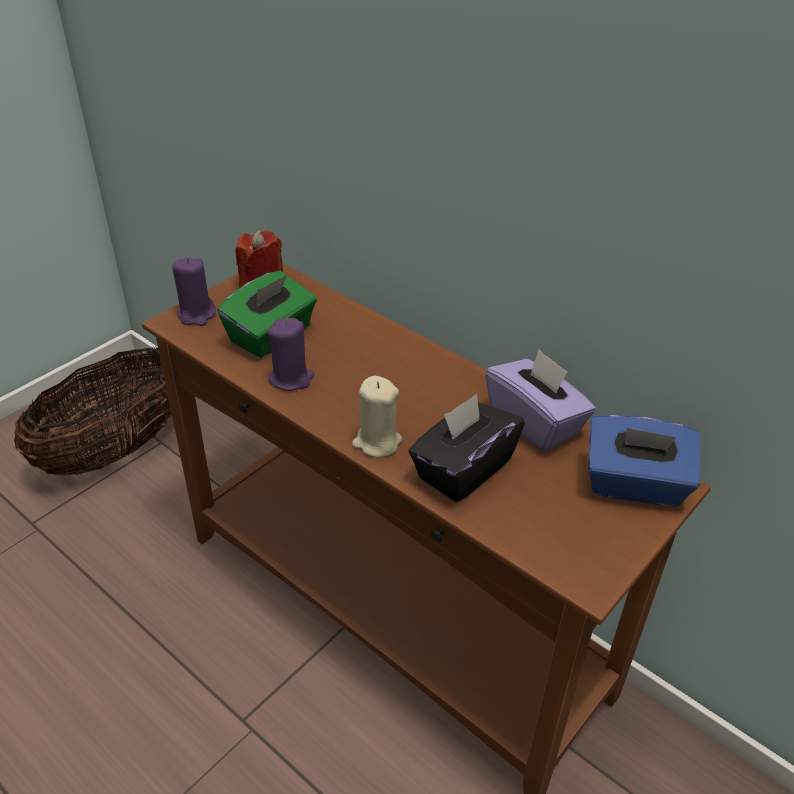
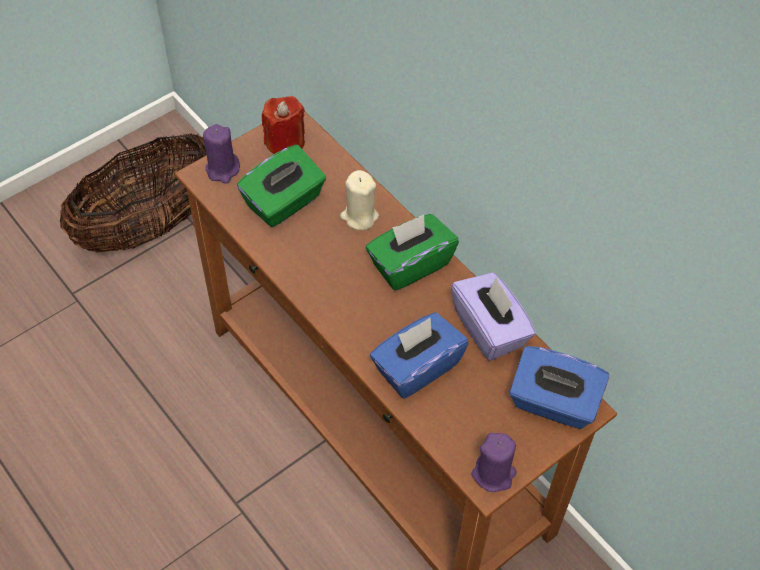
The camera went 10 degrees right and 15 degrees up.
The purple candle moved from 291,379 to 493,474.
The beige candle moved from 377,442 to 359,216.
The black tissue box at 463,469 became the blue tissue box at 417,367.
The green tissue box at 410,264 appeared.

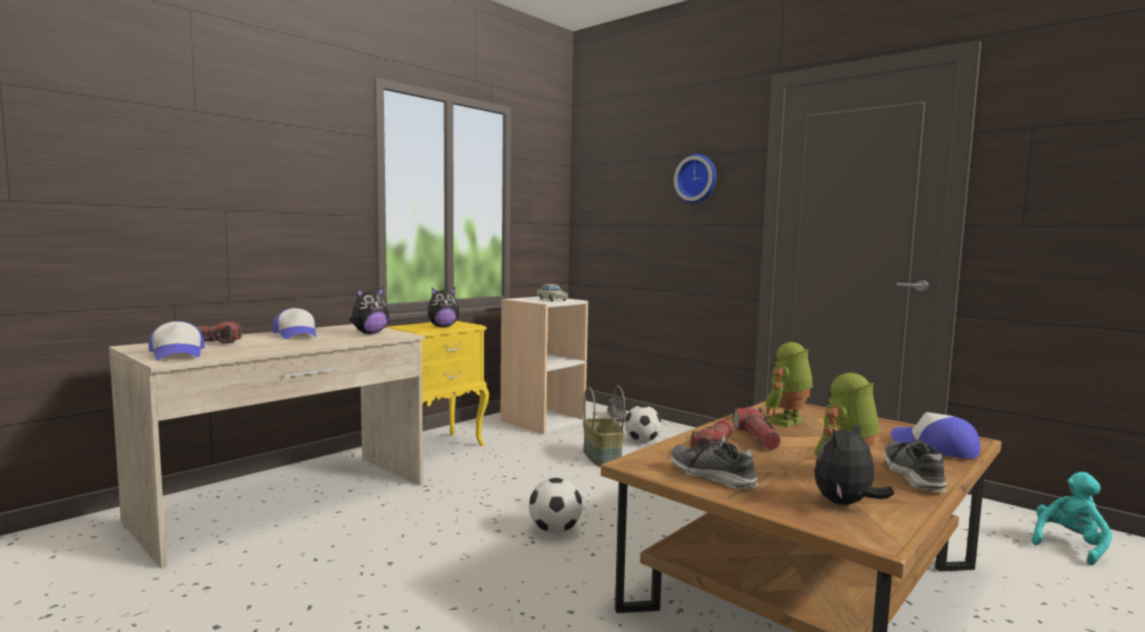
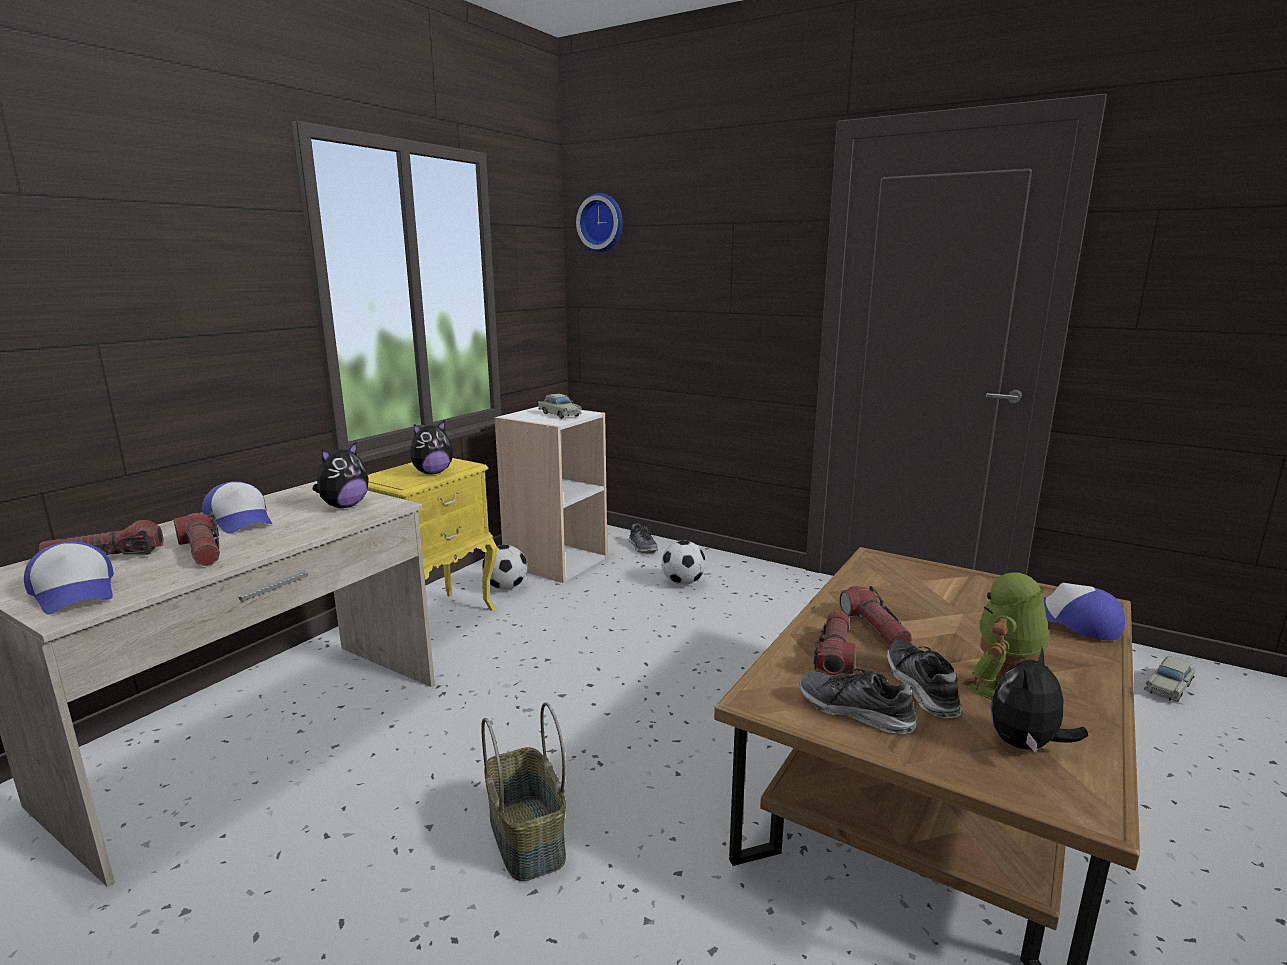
The camera went 10 degrees left and 10 degrees up.
The wall clock moved from 697,179 to 602,223.
The toy robot at 787,422 disappeared.
The basket moved from 601,457 to 524,837.
The shoe moved from 912,476 to 921,687.
The turquoise plush toy at 1070,546 was replaced by the beige toy car at 1169,687.
The football moved from 555,530 to 506,587.
The flashlight at 202,551 appeared.

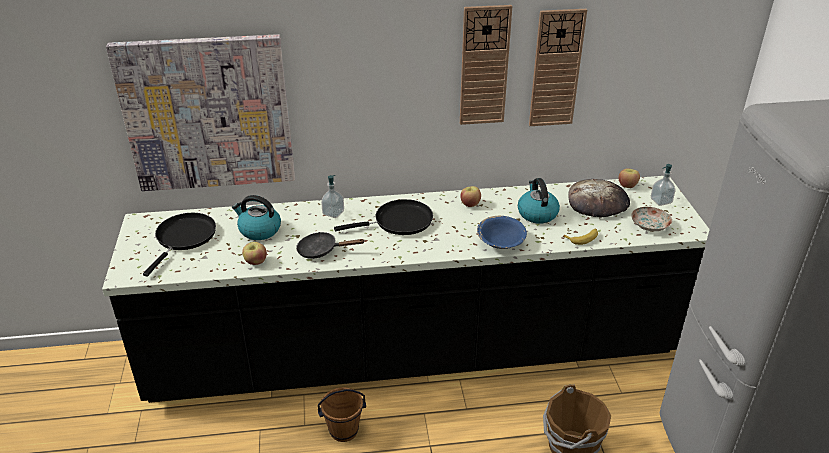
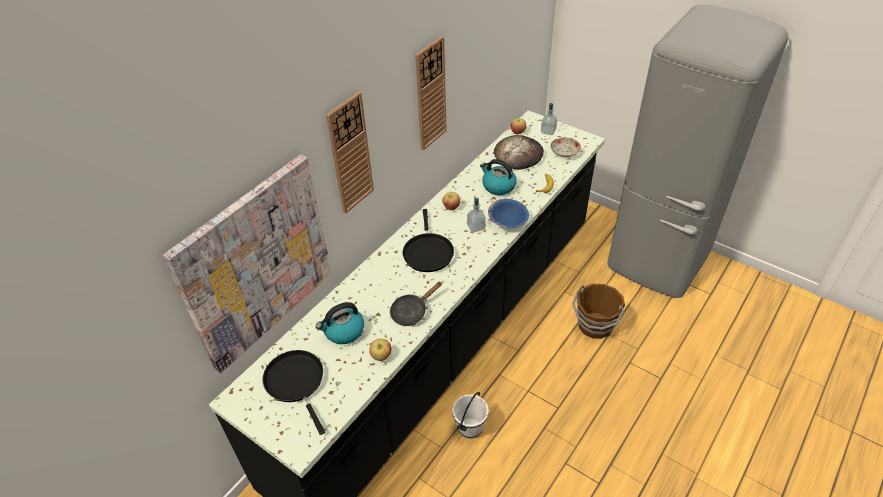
The camera went 45 degrees left and 10 degrees up.
The wall clock moved from 556,69 to 350,154.
The soap dispenser moved from 333,213 to 476,227.
The black frying pan at 399,222 turned 150 degrees clockwise.
The brown bucket at 343,430 became the white bucket at 469,428.

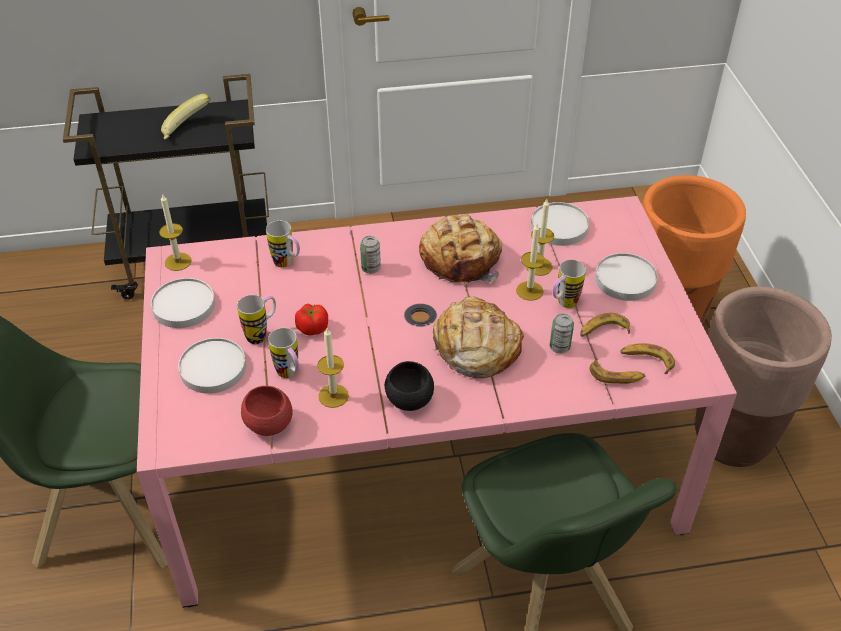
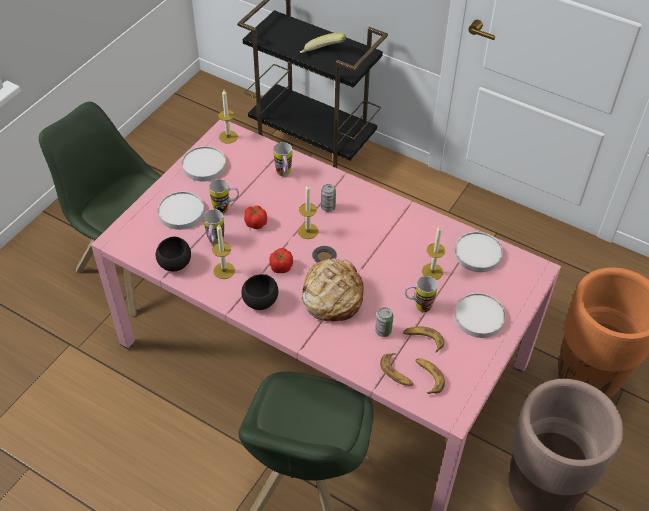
The camera went 40 degrees right and 5 degrees up.
The bread at 461,259 disappeared.
The candle moved from 529,291 to 308,231.
The red bowl at 269,424 became the black bowl at 175,263.
The tomato at 281,267 appeared.

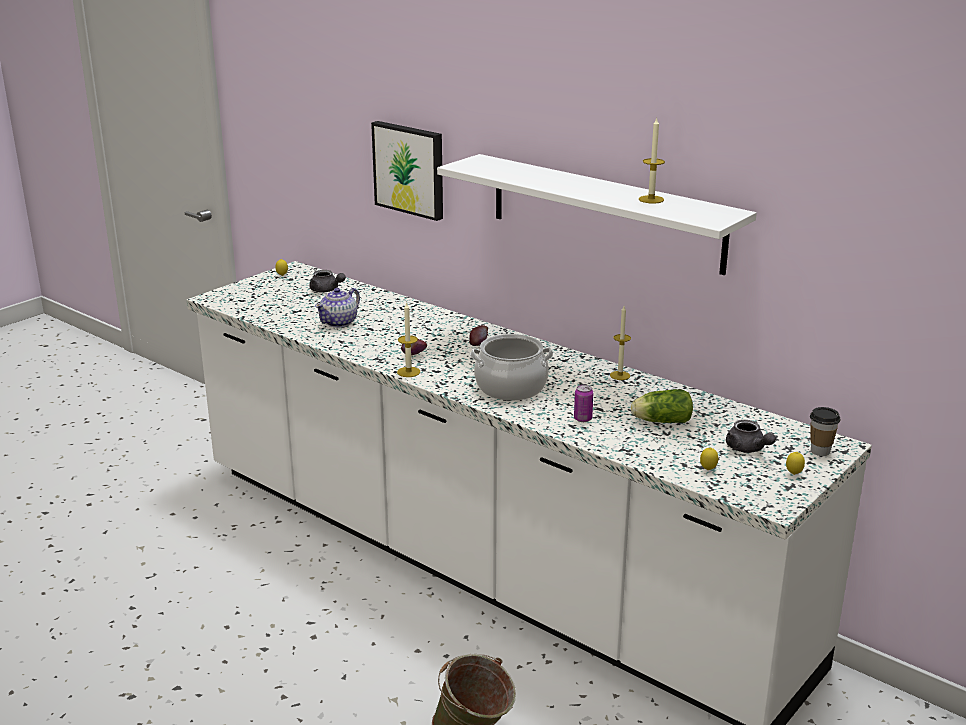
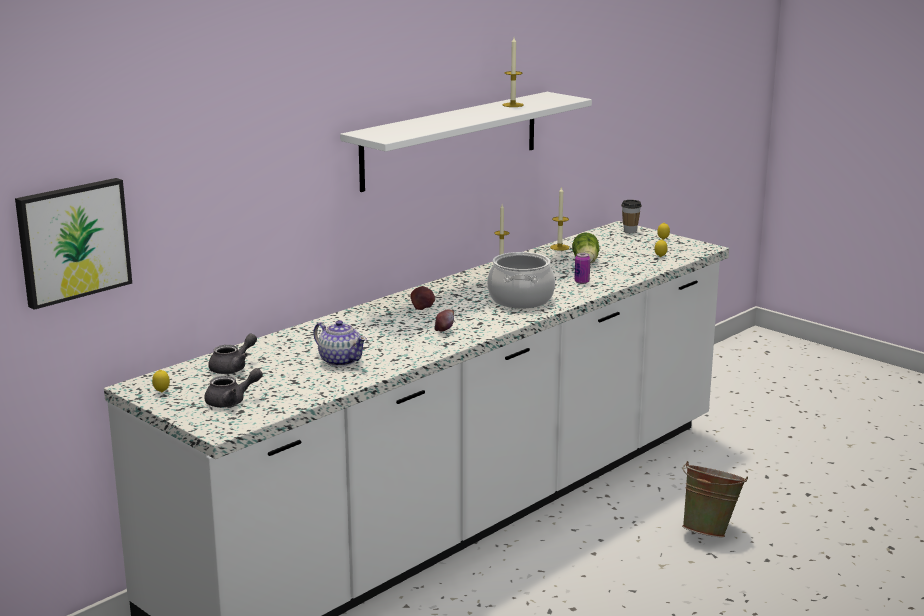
The camera went 85 degrees left and 5 degrees down.
The picture moved from 410,169 to 72,241.
The candle moved from 408,372 to 559,247.
The grey teapot moved from 747,449 to 231,401.

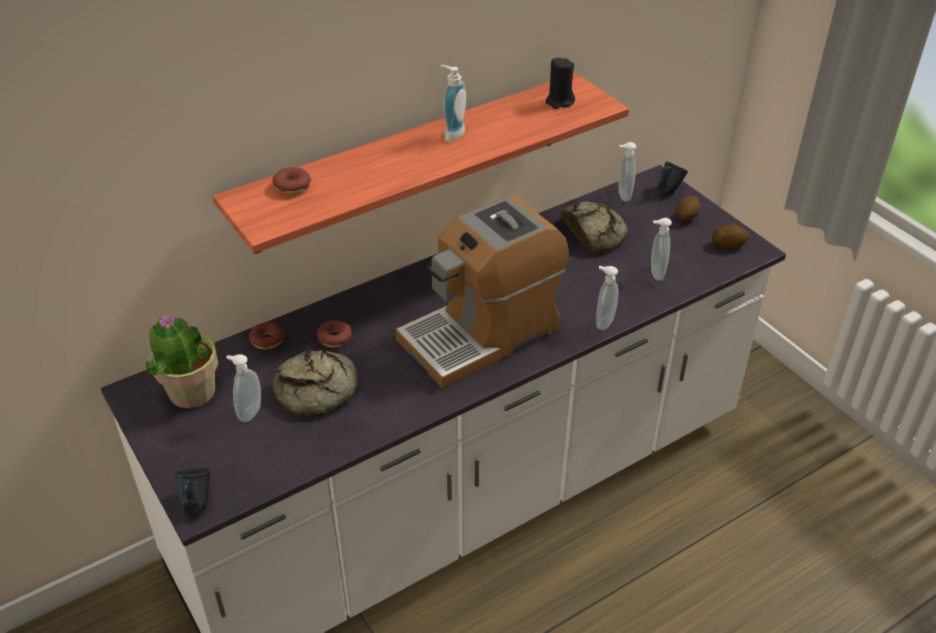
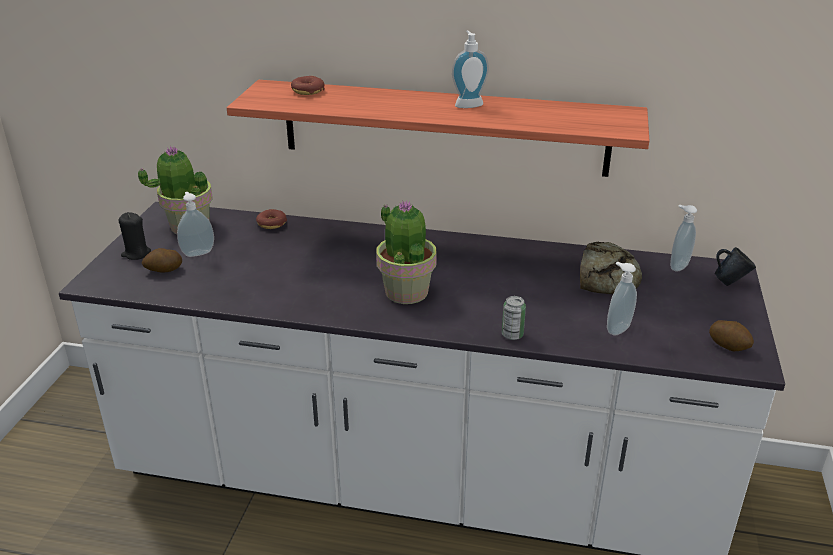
The camera went 45 degrees right and 10 degrees down.
The black candle moved from 559,101 to 136,254.
The potato moved from 686,217 to 163,270.
The coffee machine at 481,334 was replaced by the potted plant at 406,291.
The soap dispenser at 603,322 was replaced by the can at 512,335.
The donut at 334,338 disappeared.
The bread at 317,392 disappeared.
The blue mug at 197,503 disappeared.

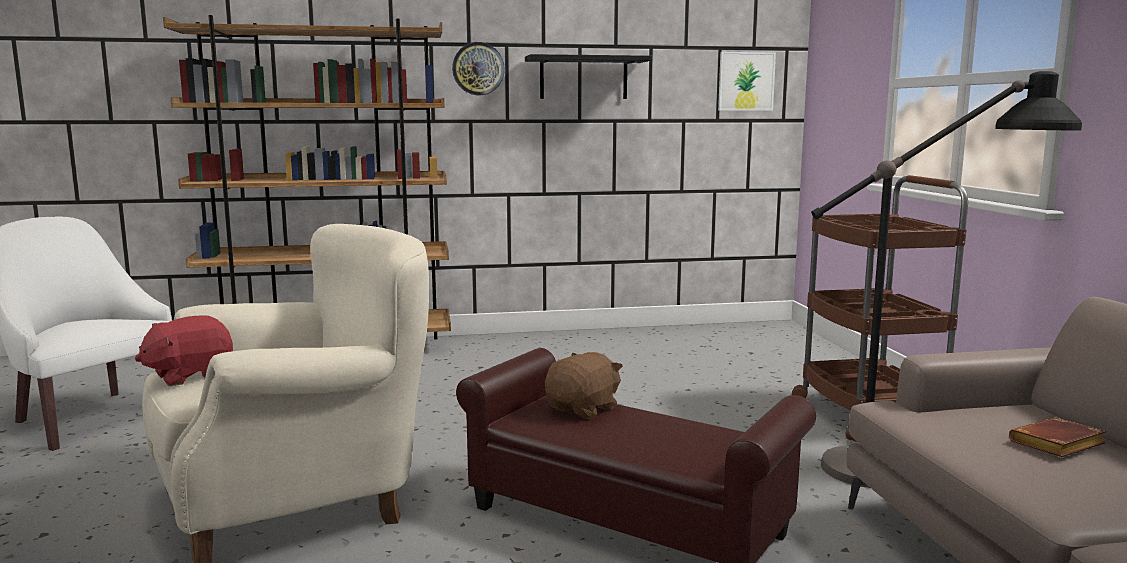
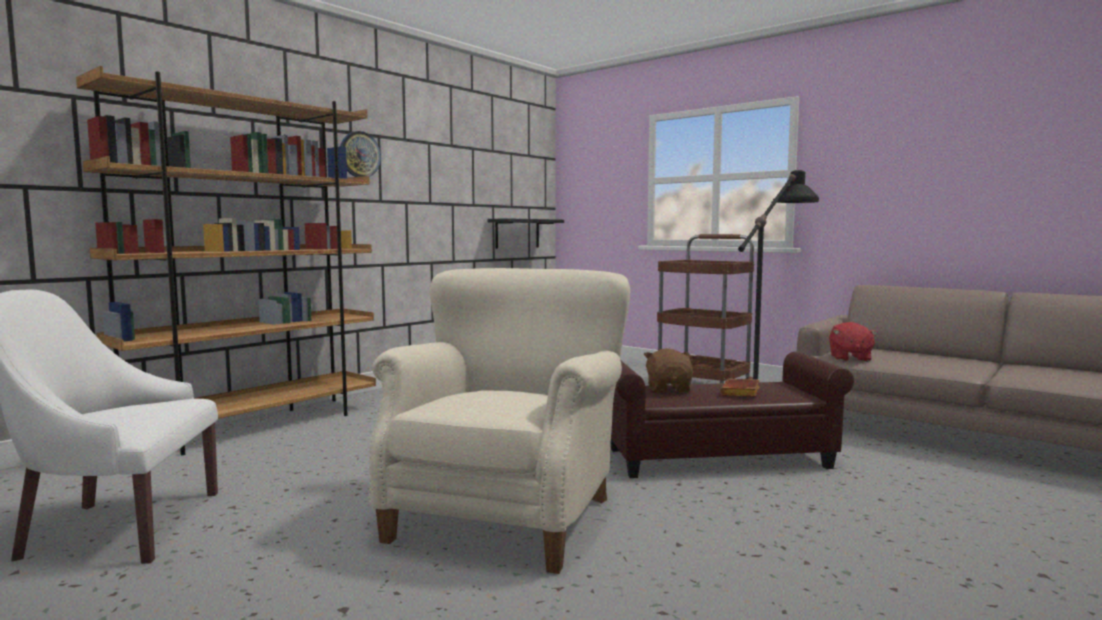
The camera went 40 degrees left and 5 degrees down.
The picture at 746,81 disappeared.
The black shelf moved from 583,78 to 517,233.
The red plush toy moved from 190,376 to 849,358.
The brown book moved from 1057,445 to 741,393.

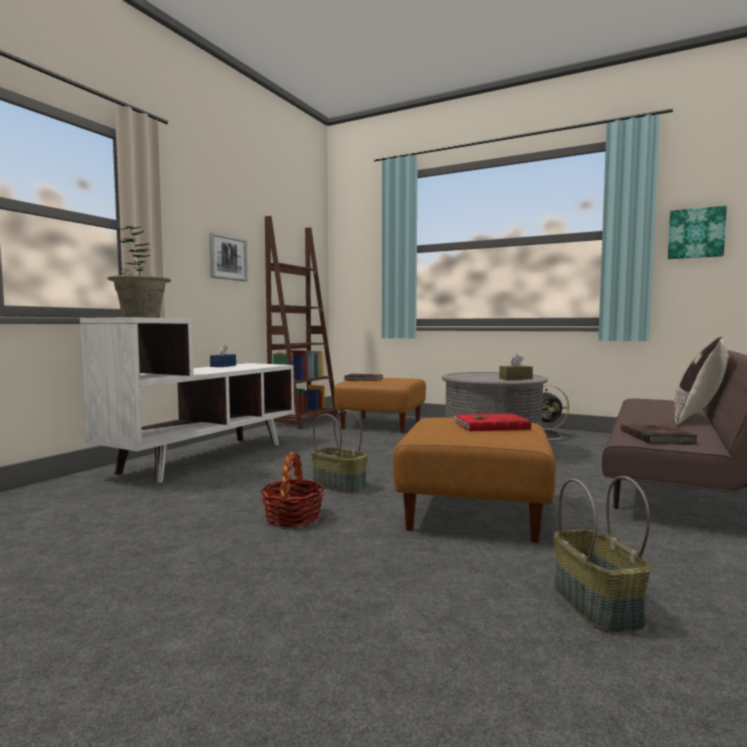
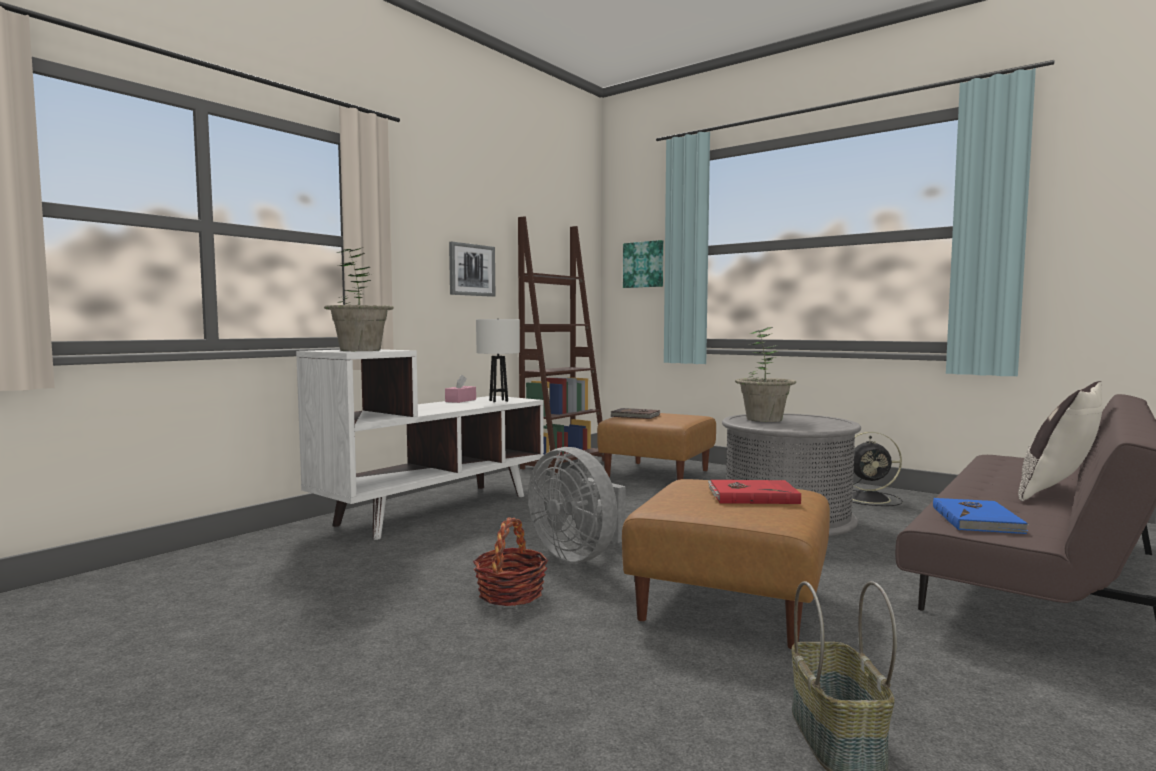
The camera went 10 degrees right and 0 degrees up.
The picture moved from 696,233 to 644,264.
The blue tissue box at 223,366 became the pink tissue box at 460,400.
The brown tissue box at 515,378 disappeared.
The basket at 340,485 was replaced by the grey fan at 578,555.
The brown book at 657,436 became the blue book at 978,520.
The white table lamp at 498,401 appeared.
The potted plant at 764,419 appeared.

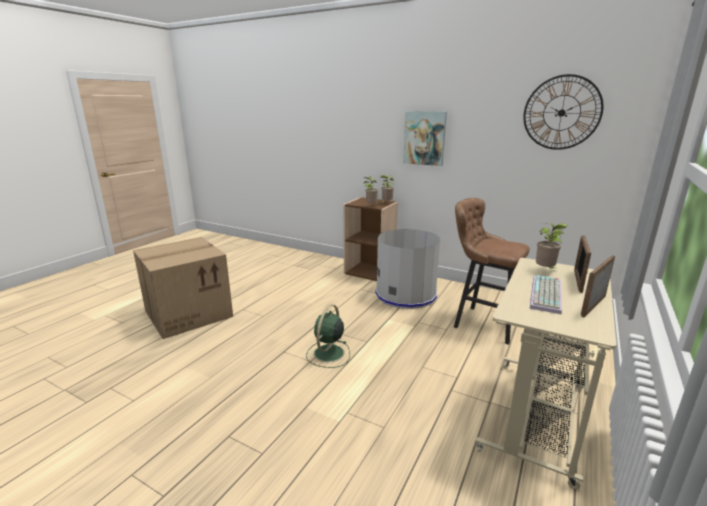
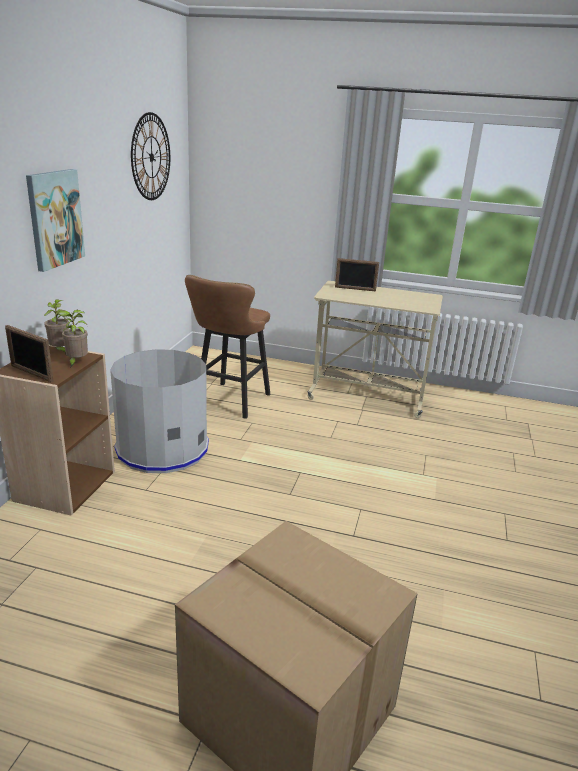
The camera went 105 degrees left and 5 degrees up.
The potted plant at 545,270 disappeared.
The picture frame moved from 593,305 to 31,373.
The keyboard at 547,295 disappeared.
The green fan at 328,354 disappeared.

